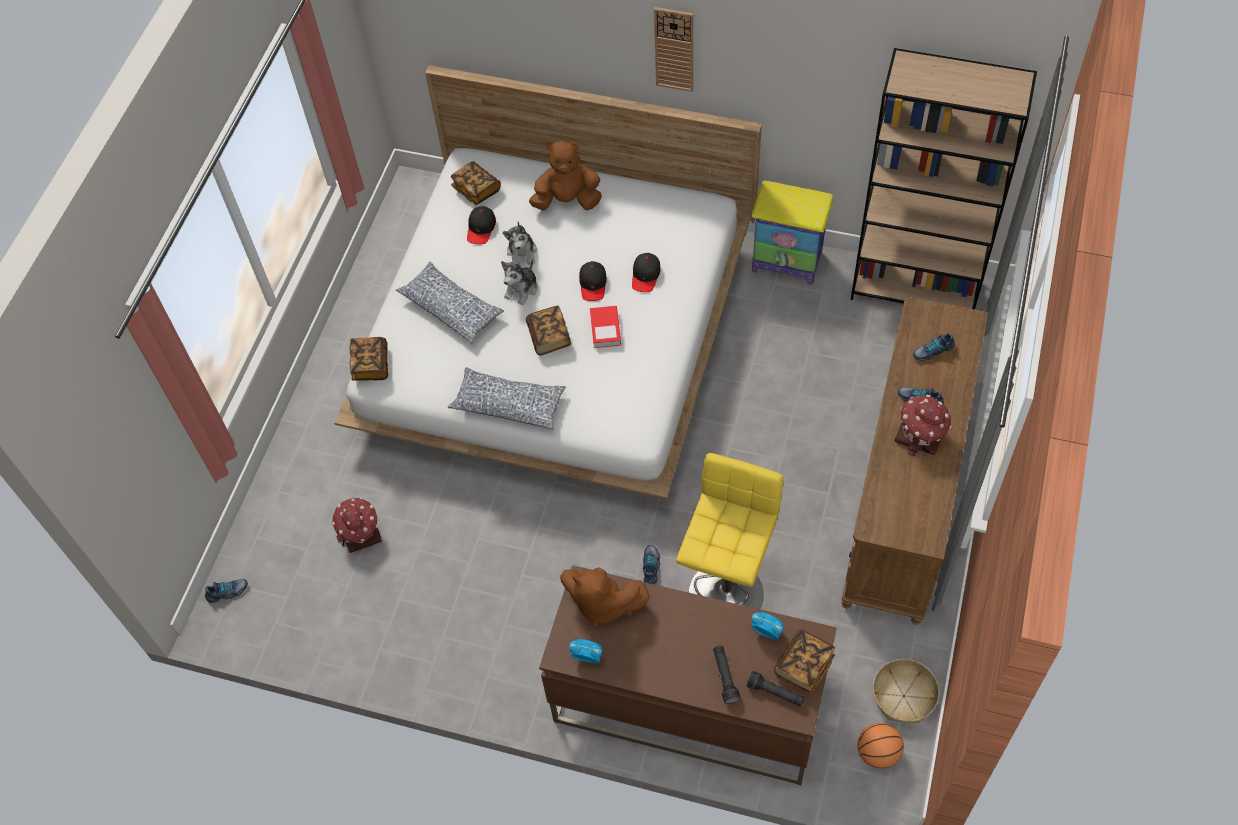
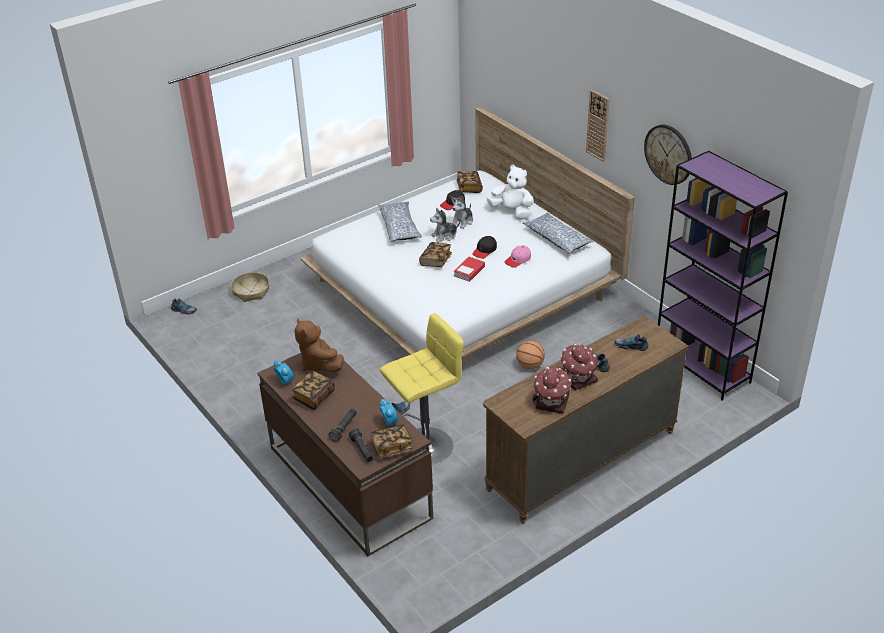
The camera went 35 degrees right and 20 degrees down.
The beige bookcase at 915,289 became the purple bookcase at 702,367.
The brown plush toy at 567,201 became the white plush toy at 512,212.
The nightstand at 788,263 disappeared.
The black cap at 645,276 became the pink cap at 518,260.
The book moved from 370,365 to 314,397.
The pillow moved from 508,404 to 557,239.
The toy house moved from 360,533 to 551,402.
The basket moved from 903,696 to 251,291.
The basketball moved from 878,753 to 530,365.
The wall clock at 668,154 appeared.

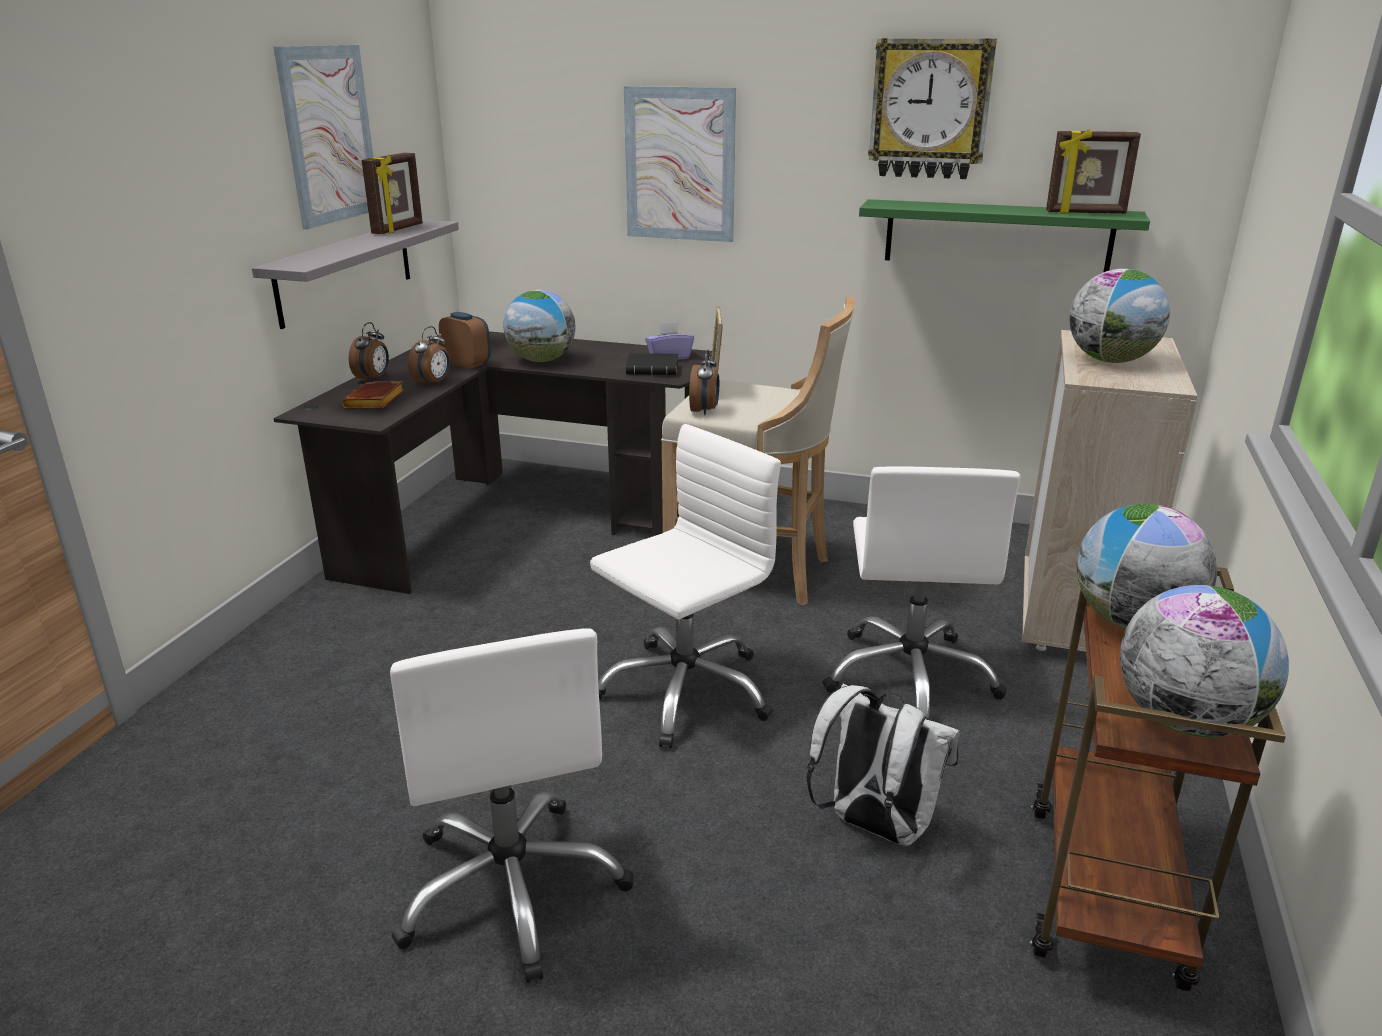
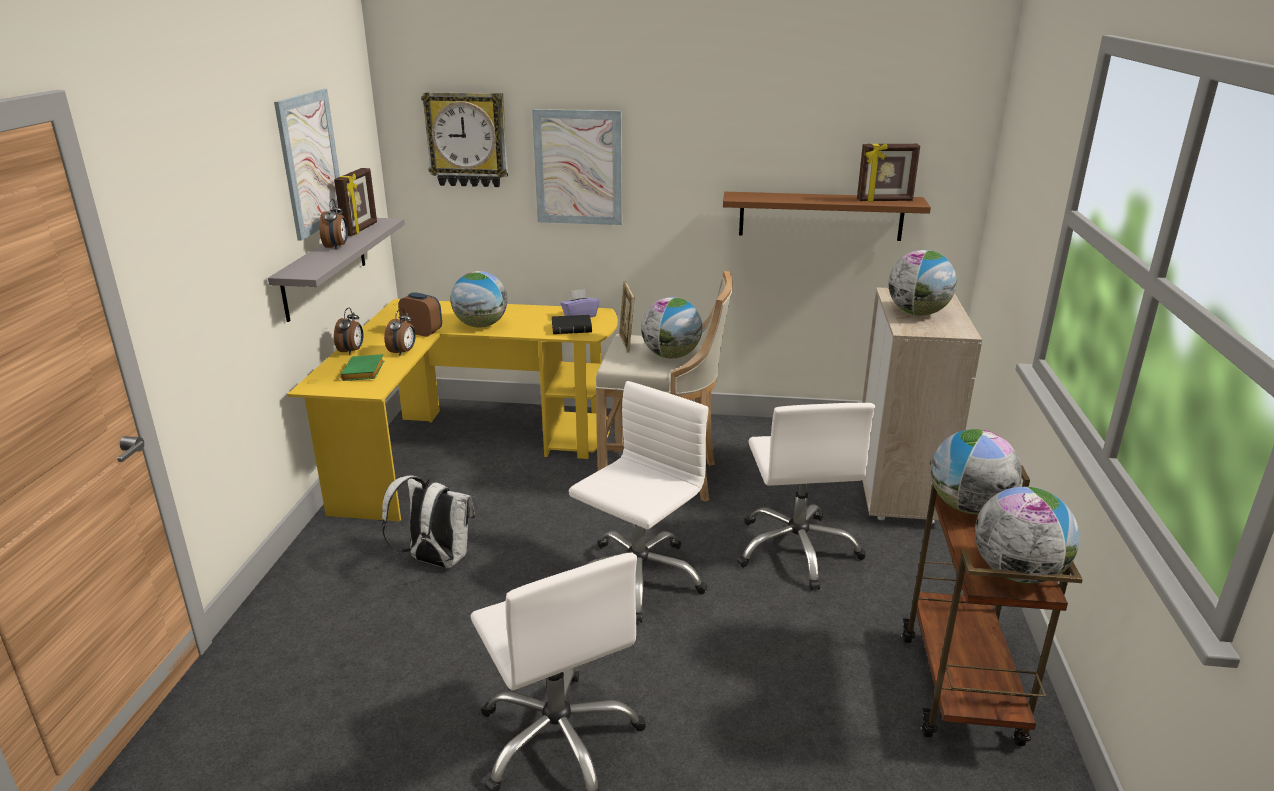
The camera went 10 degrees left and 0 degrees up.
The wall clock moved from 930,109 to 467,139.
The green shelf at 997,236 became the brown shelf at 820,216.
The black desk at 516,518 became the yellow desk at 463,449.
The alarm clock moved from 704,411 to 337,247.
The brown book at 375,402 became the green book at 364,373.
The white backpack moved from 874,826 to 435,561.
The globe at 671,356 appeared.

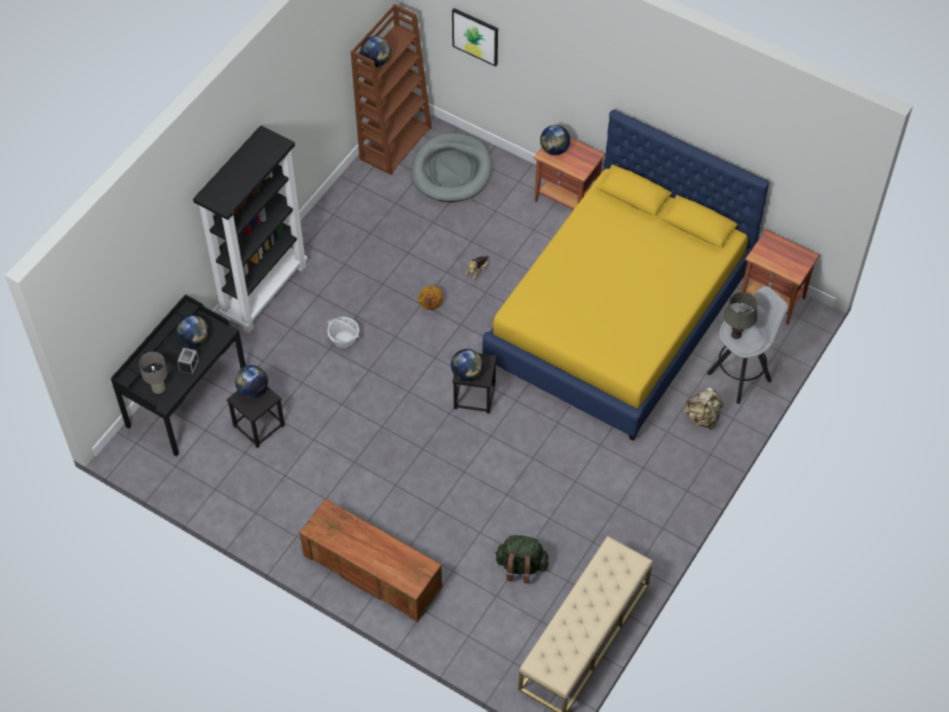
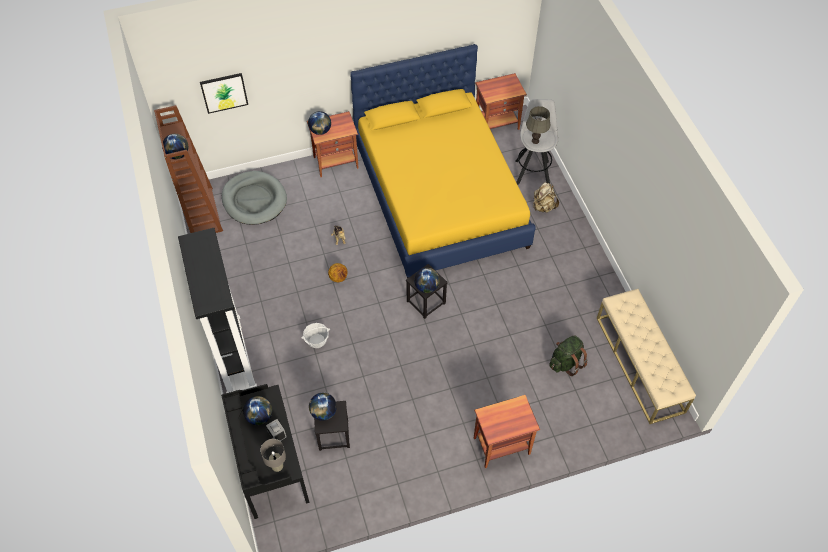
The camera went 50 degrees left and 0 degrees up.
The brown bench at 370,572 was replaced by the nightstand at 501,446.

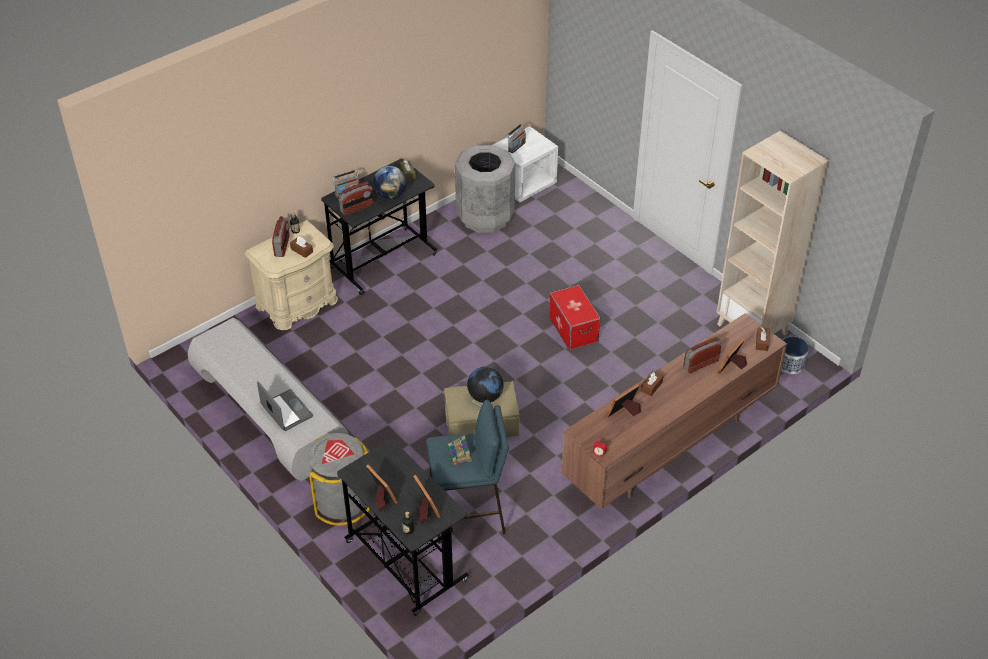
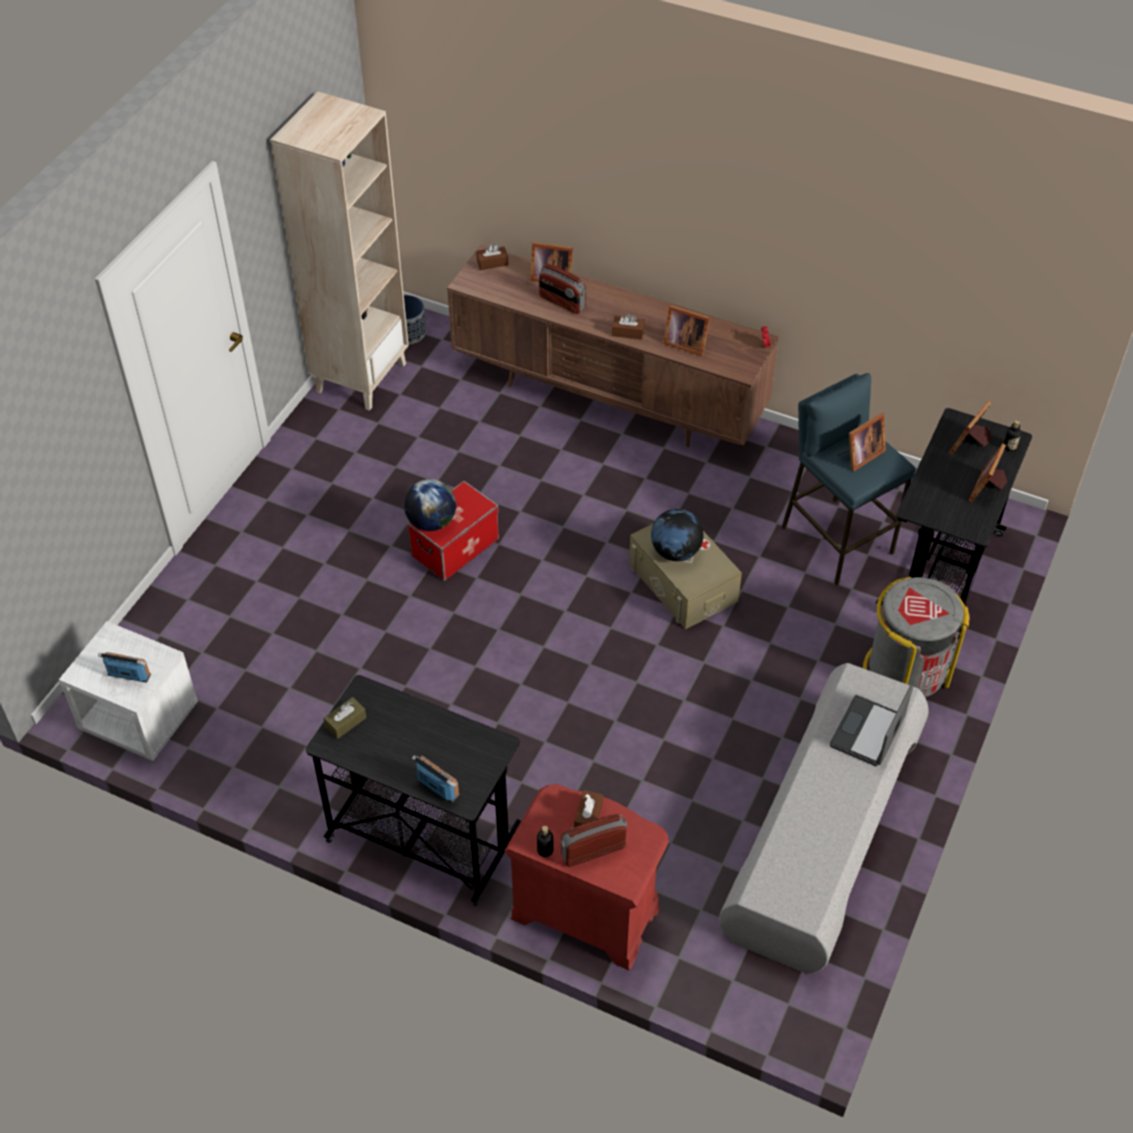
The camera went 115 degrees left and 5 degrees up.
The grey trash can at 485,217 disappeared.
The globe moved from 390,195 to 431,522.
The radio at 357,208 disappeared.
The beige nightstand at 299,304 became the red nightstand at 587,907.
The book at 459,454 was replaced by the picture frame at 860,456.

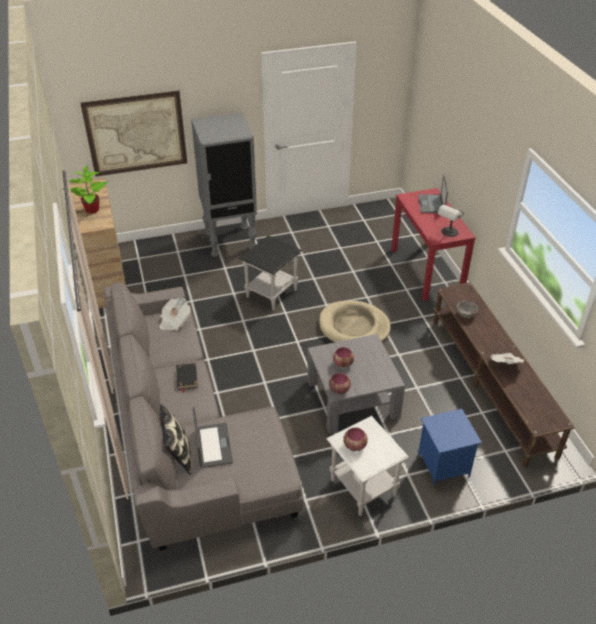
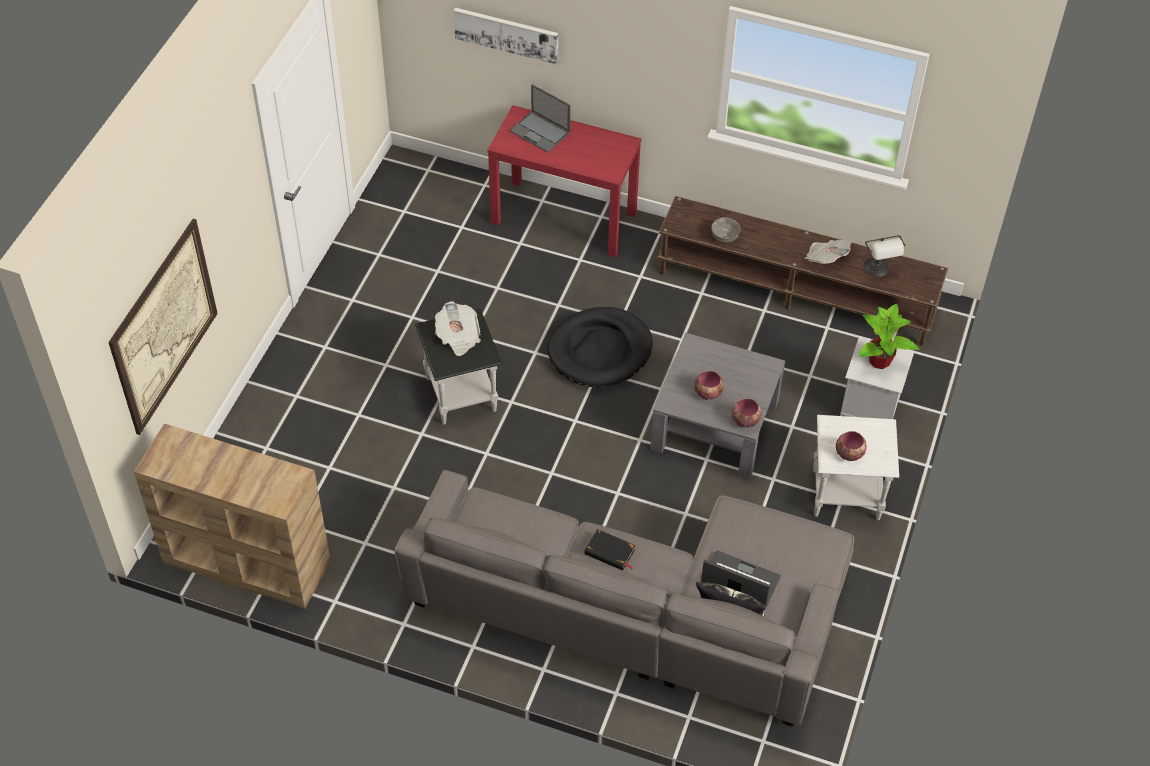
The camera went 55 degrees left and 10 degrees up.
The grey cabinet at 230,240 disappeared.
The potted plant moved from 91,210 to 879,361.
The table lamp moved from 448,233 to 879,271.
The newspaper moved from 174,321 to 458,337.
The beige dog bed at 354,327 became the black dog bed at 600,351.
The blue nightstand at 443,466 became the grey nightstand at 870,409.
The picture at 506,34 appeared.

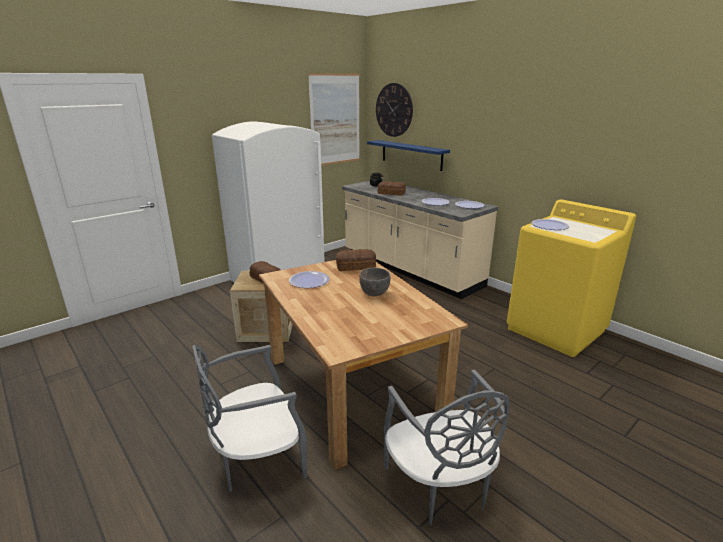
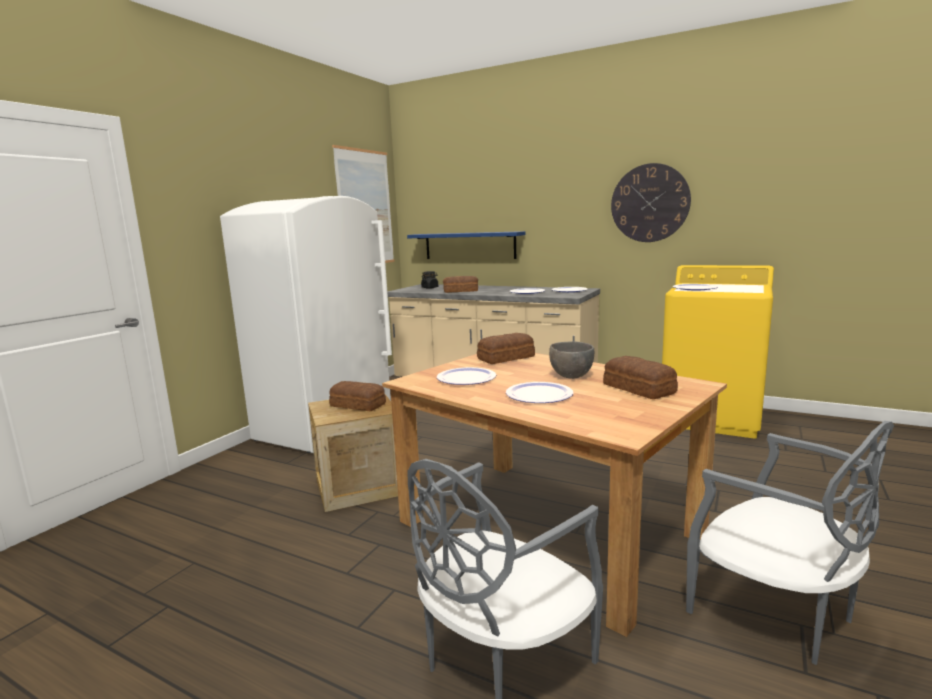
The camera went 20 degrees left and 10 degrees down.
The wall clock moved from 394,110 to 650,203.
The bread at 639,389 appeared.
The plate at 539,394 appeared.

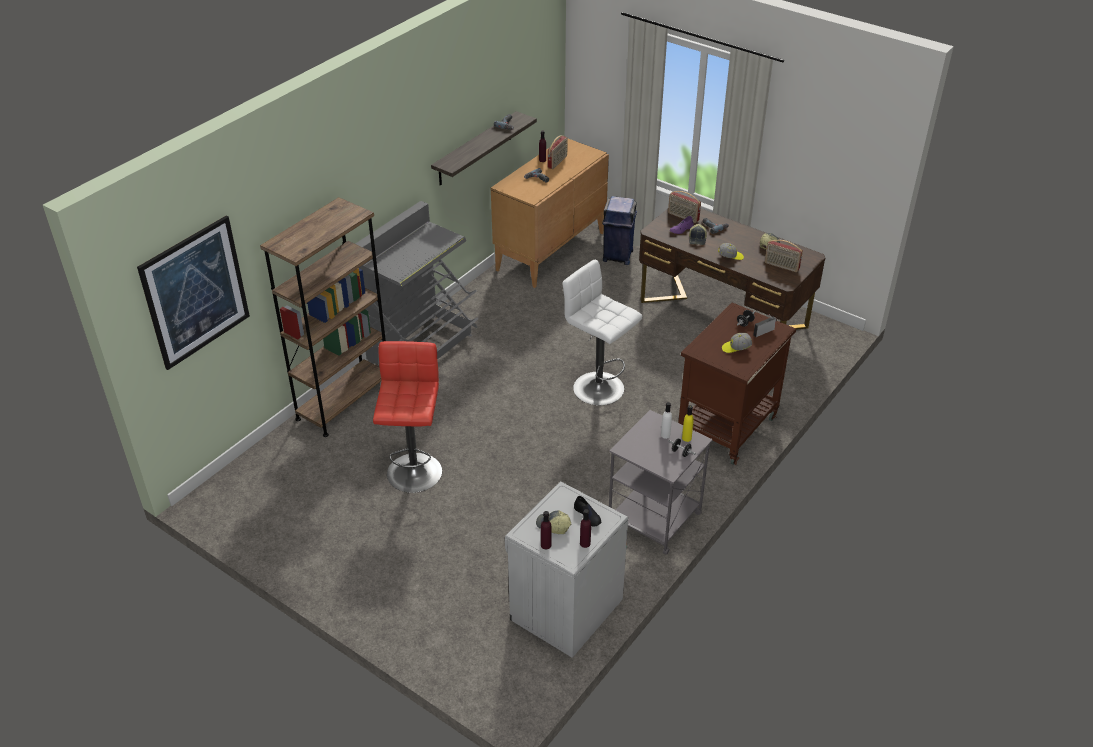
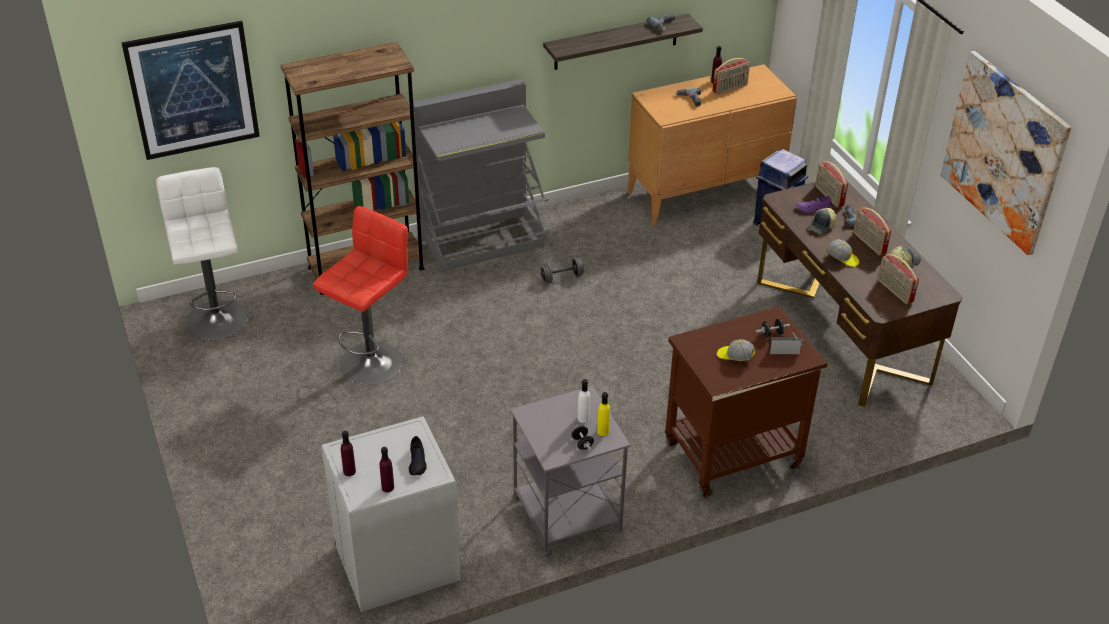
The camera went 30 degrees right and 0 degrees up.
The white stool moved from 598,388 to 217,319.
The cap at 553,526 disappeared.
The picture at 1004,152 appeared.
The radio at 869,243 appeared.
The grey dumbbell at 562,278 appeared.

